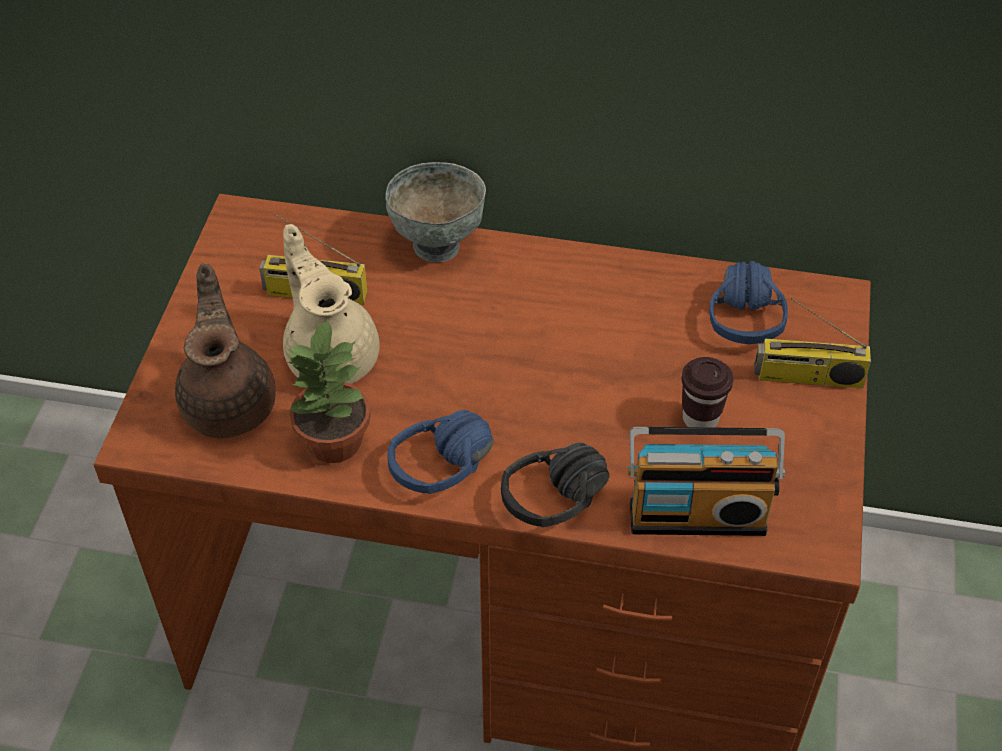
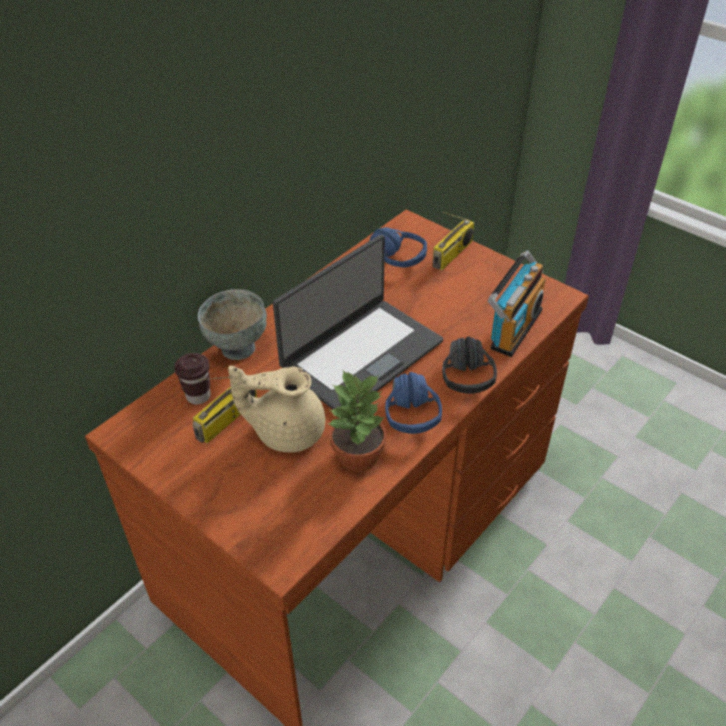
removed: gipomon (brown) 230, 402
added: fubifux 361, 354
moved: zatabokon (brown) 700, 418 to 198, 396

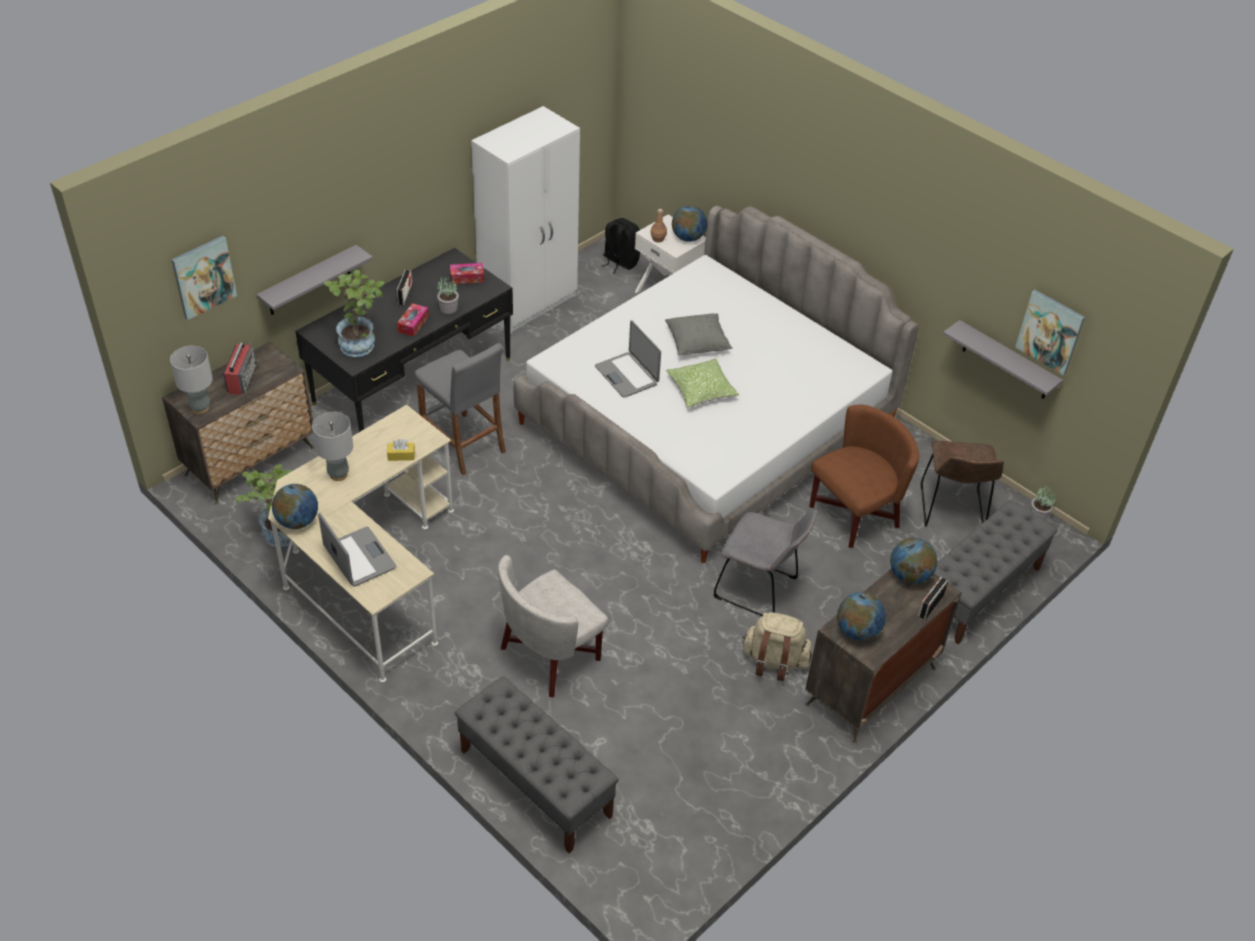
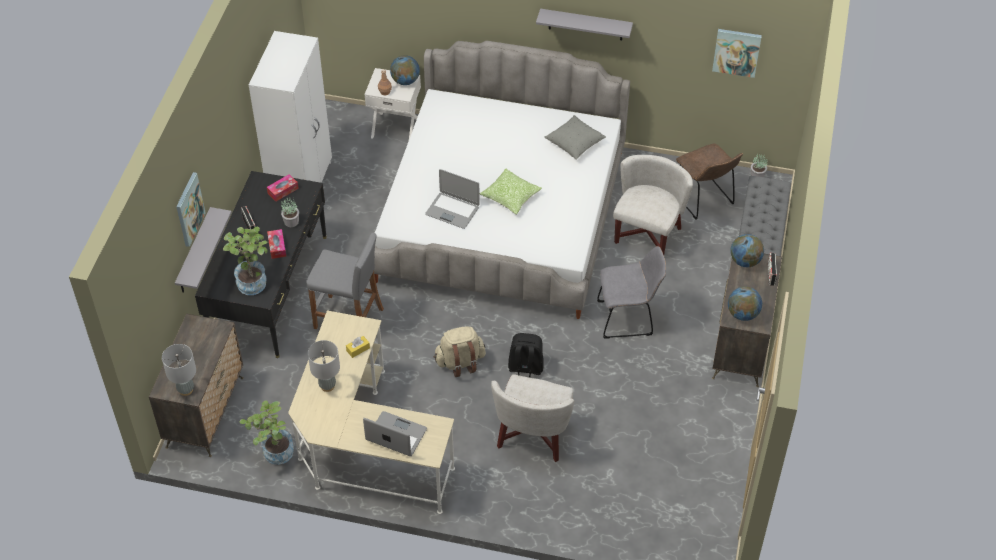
removed: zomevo 242, 378; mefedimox 297, 521; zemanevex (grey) 535, 783
moved: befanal 203, 276 to 189, 209; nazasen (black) 620, 262 to 525, 369; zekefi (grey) 697, 343 to 574, 144; nazasen (beige) 774, 661 to 460, 362; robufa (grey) 1006, 361 to 585, 24
recoloured: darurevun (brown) 854, 515 to darurevun (white) 647, 234

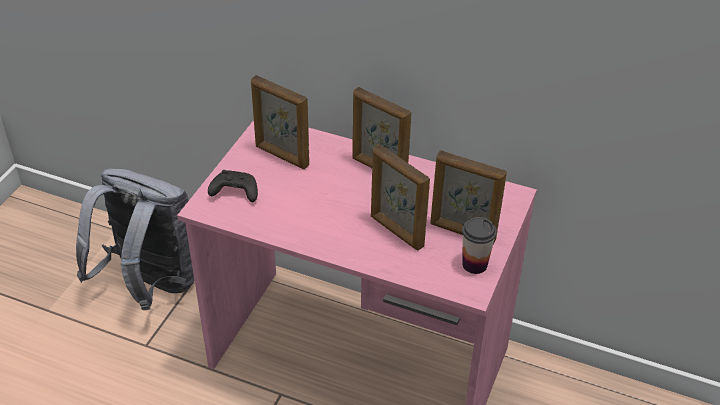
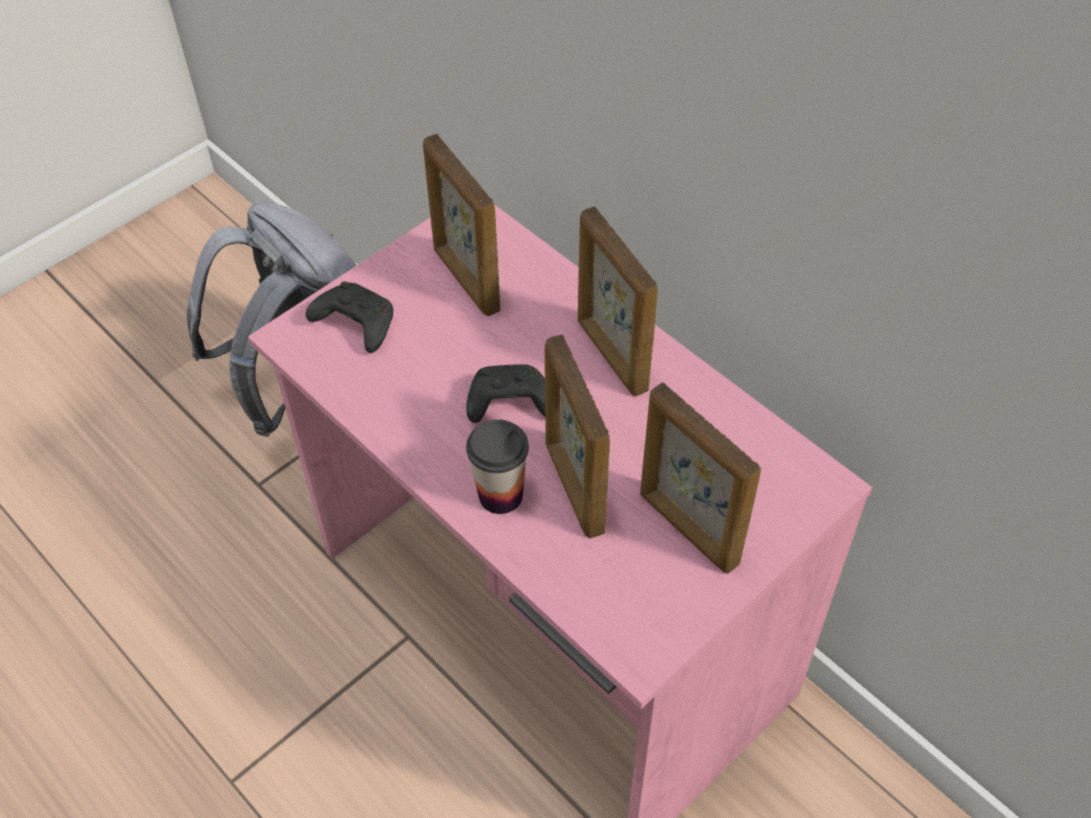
added: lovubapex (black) 508, 404
moved: zatabokon 474, 264 to 500, 495

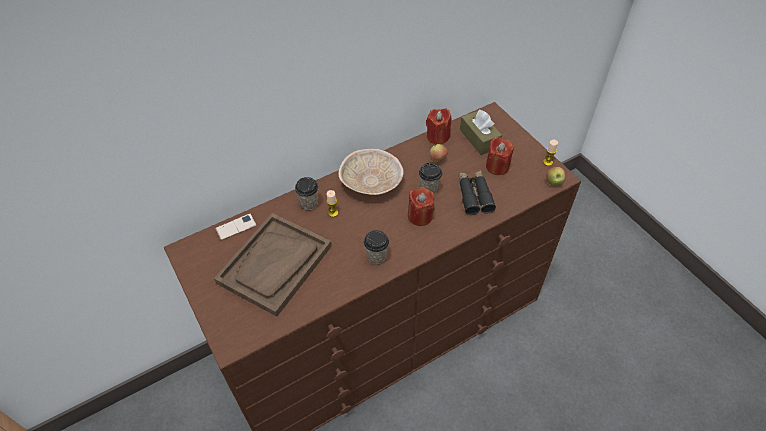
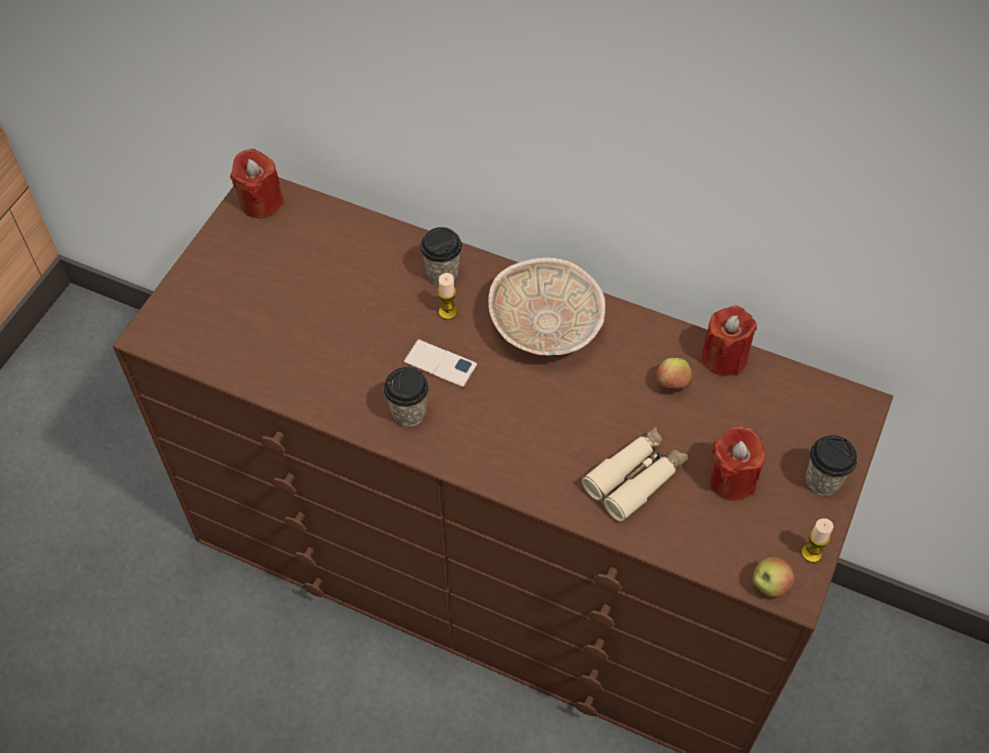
removed: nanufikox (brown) 275, 265; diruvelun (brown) 479, 139
moved: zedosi 236, 227 to 440, 363; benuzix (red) 420, 216 to 261, 202; zatabokon 429, 189 to 823, 480
recoloured: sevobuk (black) 474, 195 to sevobuk (beige) 635, 478

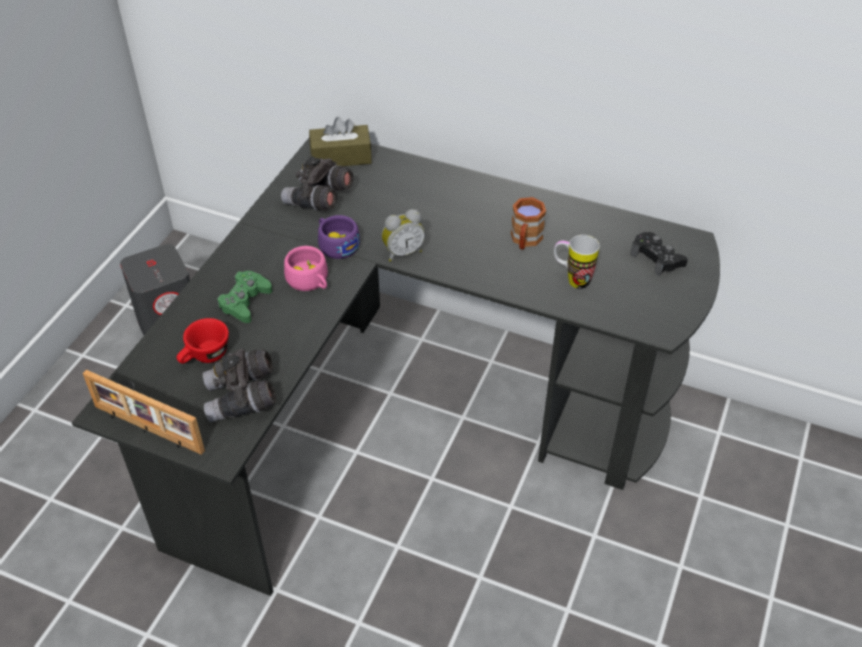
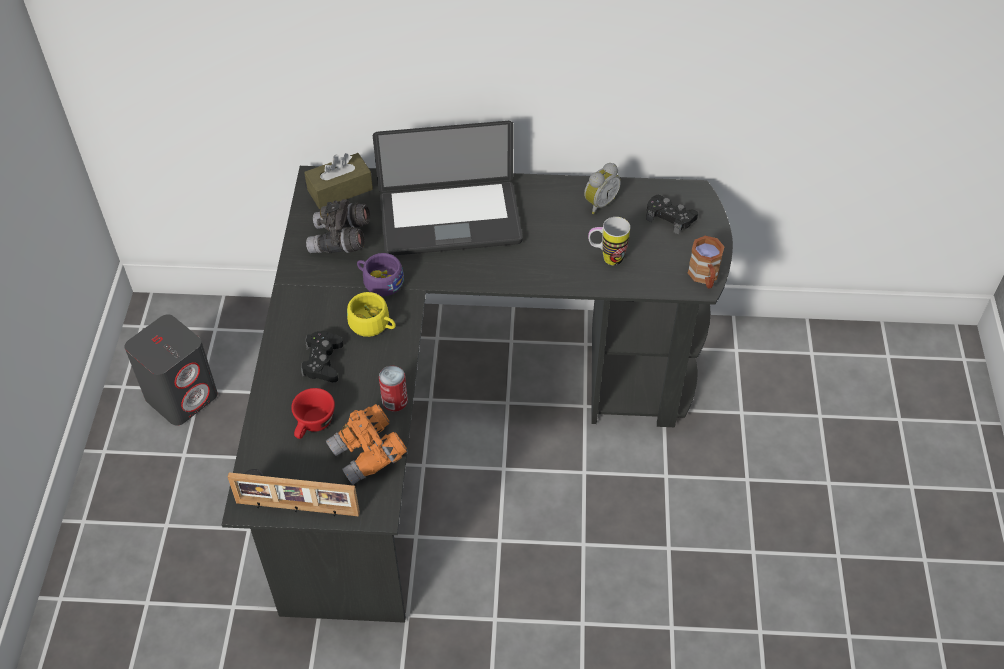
added: fubifux 450, 220; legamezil 394, 401
moved: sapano 403, 252 to 599, 203; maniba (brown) 525, 240 to 704, 277
recoloured: sevobuk (grey) 242, 399 to sevobuk (orange) 368, 454; lovubapex (green) 245, 301 to lovubapex (black) 322, 361; zatabokon (pink) 310, 281 to zatabokon (yellow) 373, 324

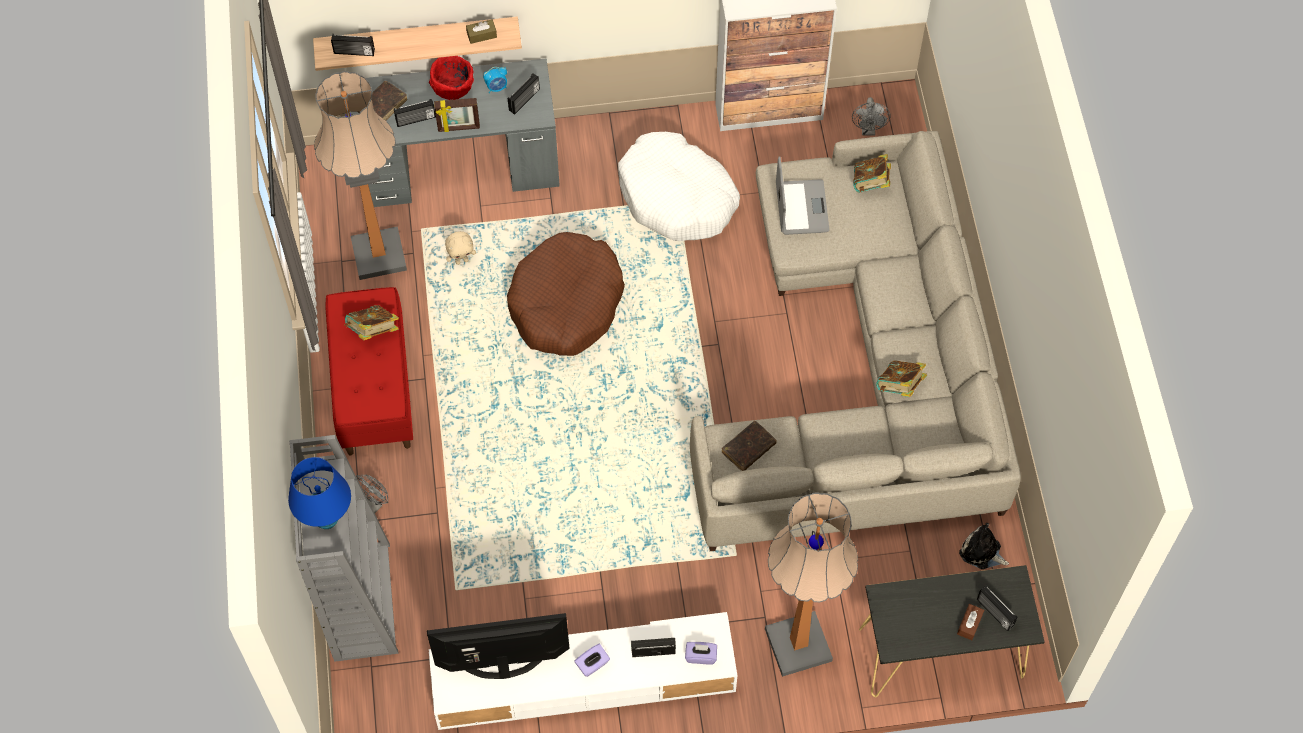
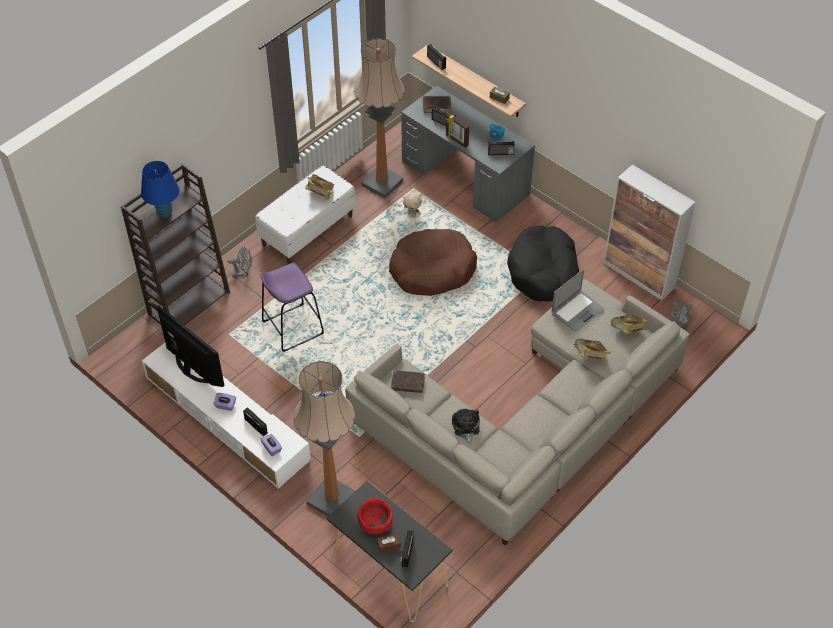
added: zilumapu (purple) 292, 328
moved: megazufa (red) 452, 86 to 375, 522; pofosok 899, 387 to 589, 357; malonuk 982, 552 to 466, 427
recoloured: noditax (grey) 361, 600 to noditax (brown) 189, 302; zemanevex (red) 373, 388 to zemanevex (white) 307, 230; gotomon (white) 677, 197 to gotomon (black) 543, 272

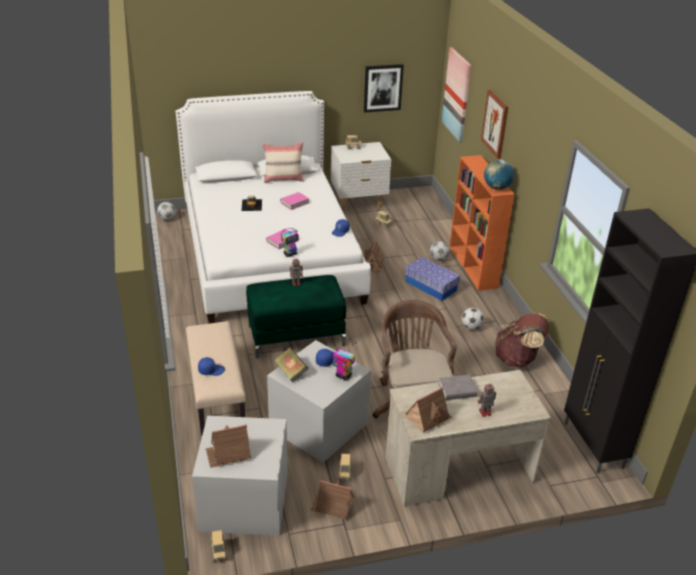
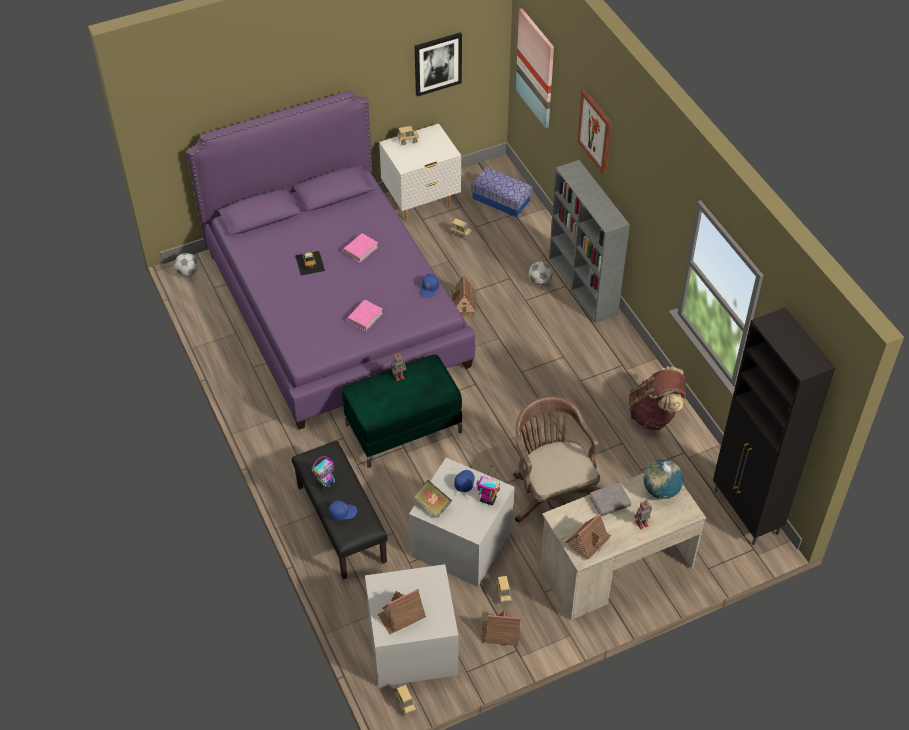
removed: zekefi (beige) 283, 179; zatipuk 471, 327
moved: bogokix 290, 254 to 326, 483; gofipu 431, 286 to 501, 199; mefedimox 497, 188 to 661, 490
recoloured: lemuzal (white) 270, 253 to lemuzal (purple) 335, 308; zemanevex (beige) 216, 394 to zemanevex (black) 340, 524; noditax (orange) 473, 267 to noditax (grey) 583, 286

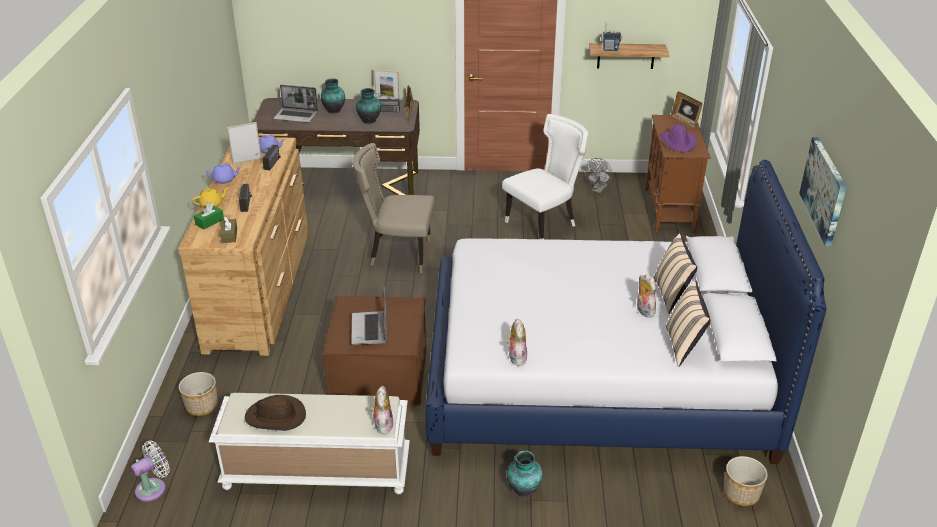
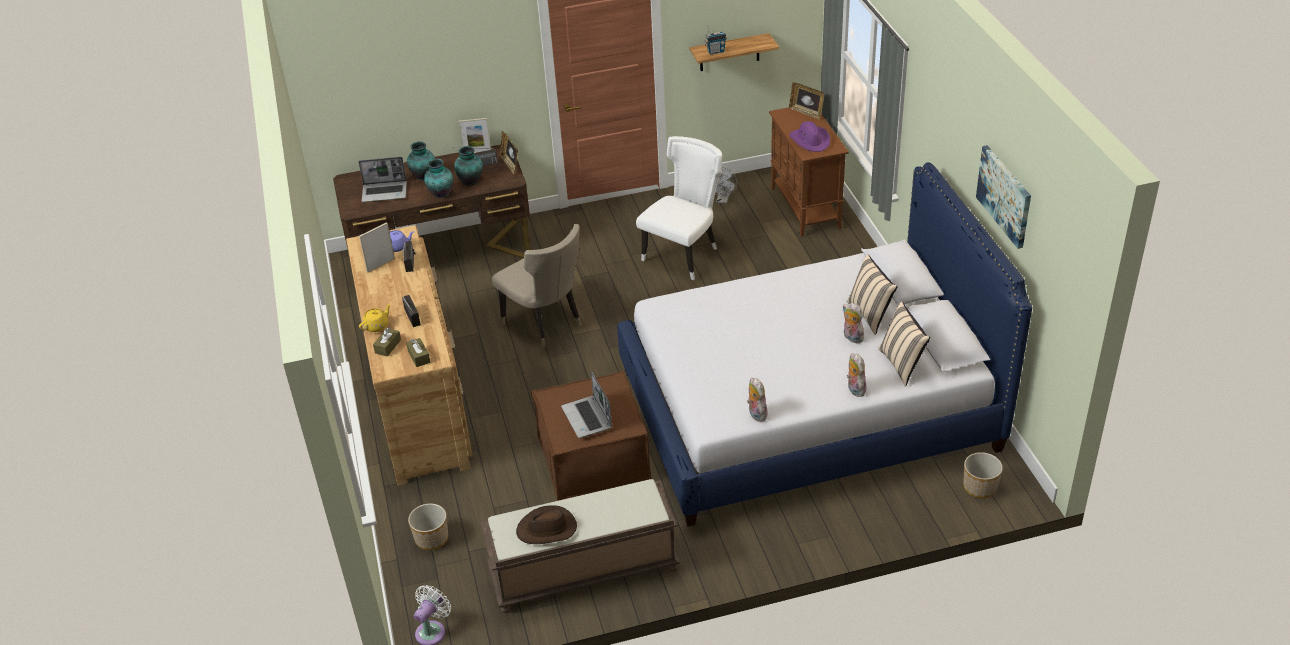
removed: gipomon (purple) 225, 179
moved: malonuk 382, 424 to 854, 389; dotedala 523, 490 to 440, 194
recoloured: diruvelun (green) 209, 222 to diruvelun (brown) 388, 346; zemanevex (white) 315, 471 to zemanevex (brown) 583, 571
turned: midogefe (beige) 397, 254 = 546, 324 120 degrees counterclockwise

